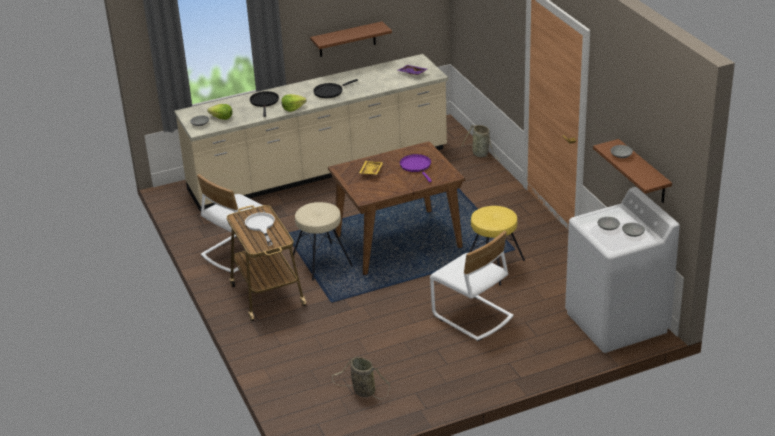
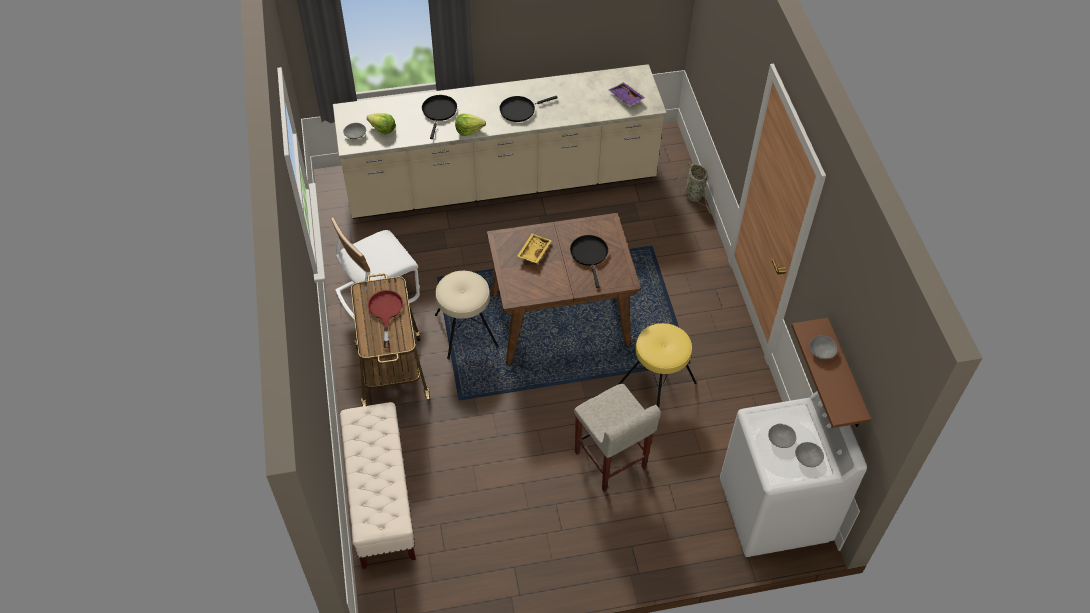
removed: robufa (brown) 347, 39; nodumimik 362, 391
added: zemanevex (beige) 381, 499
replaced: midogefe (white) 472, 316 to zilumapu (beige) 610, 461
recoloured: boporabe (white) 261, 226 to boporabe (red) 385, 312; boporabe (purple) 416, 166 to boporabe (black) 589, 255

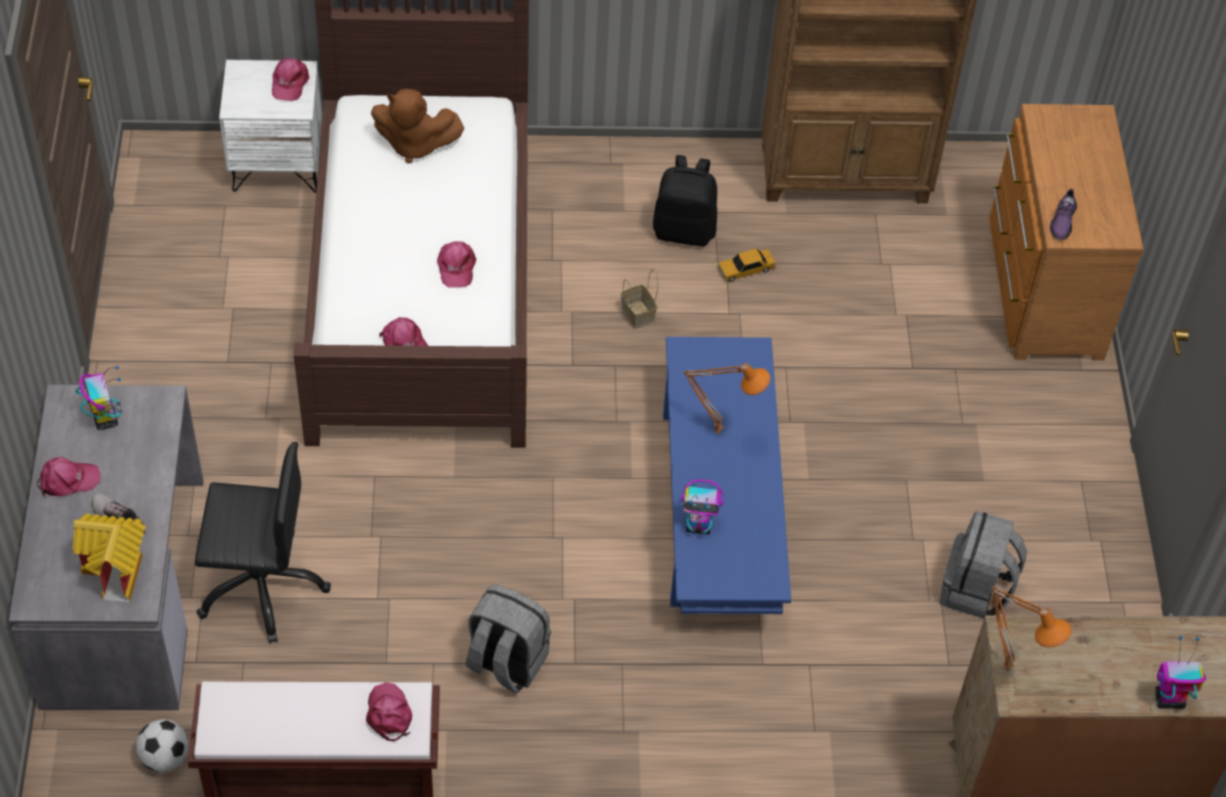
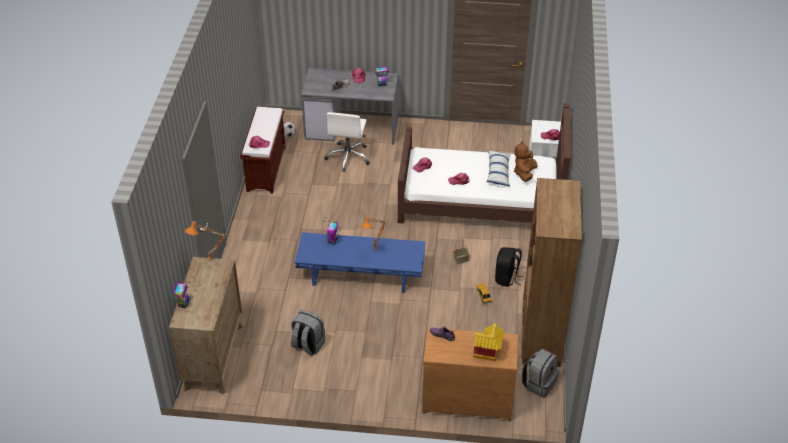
added: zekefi 498, 172
moved: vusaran 118, 572 to 487, 353; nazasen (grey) 506, 662 to 539, 383
recoloured: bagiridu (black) 261, 585 to bagiridu (white) 348, 157

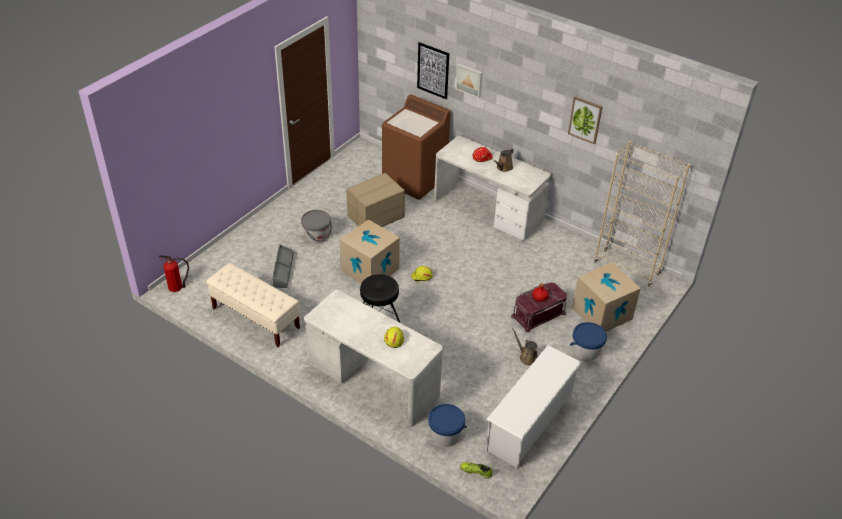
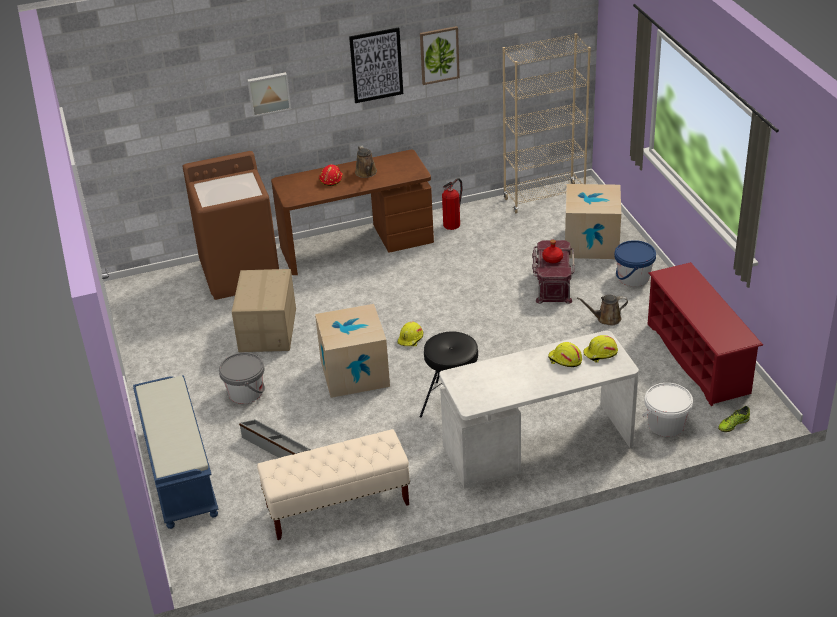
added: zemanevex (blue) 178, 471; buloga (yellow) 600, 354
moved: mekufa 177, 287 to 452, 224; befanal 433, 70 to 376, 65
recoloured: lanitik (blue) 445, 435 to lanitik (white) 666, 424; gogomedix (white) 488, 210 to gogomedix (brown) 356, 244; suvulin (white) 529, 423 to suvulin (red) 698, 358

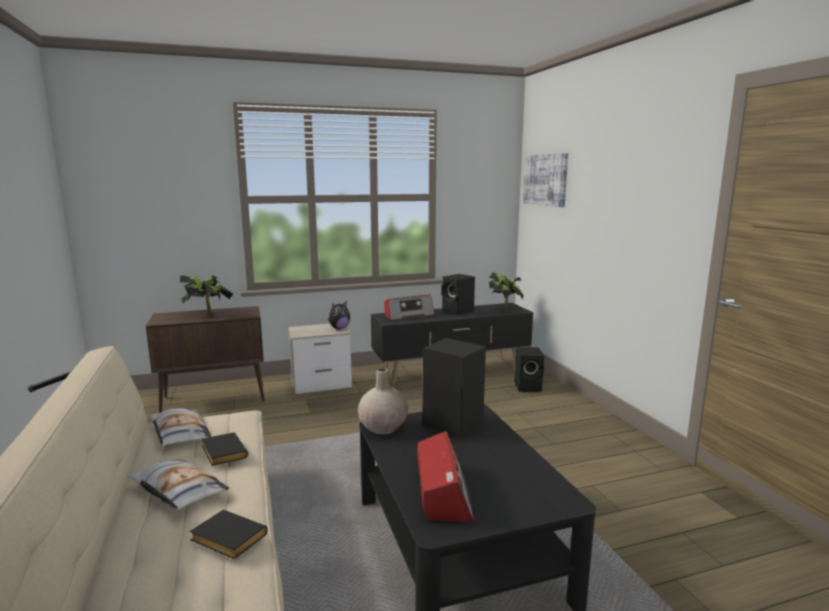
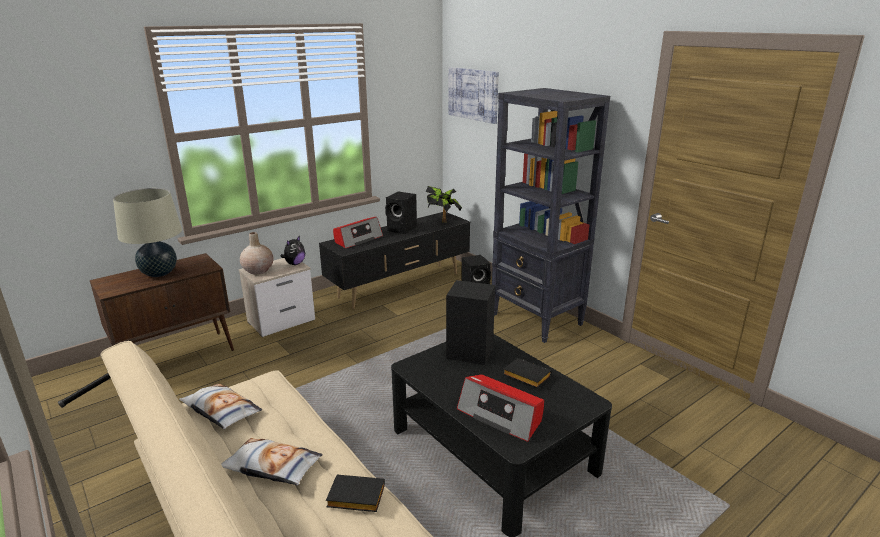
added: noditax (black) 537, 320
moved: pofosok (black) 222, 453 to 525, 376; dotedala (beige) 383, 427 to 258, 270
replaced: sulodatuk 207, 315 to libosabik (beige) 159, 273
turned: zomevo 443, 491 = 501, 415 150 degrees clockwise

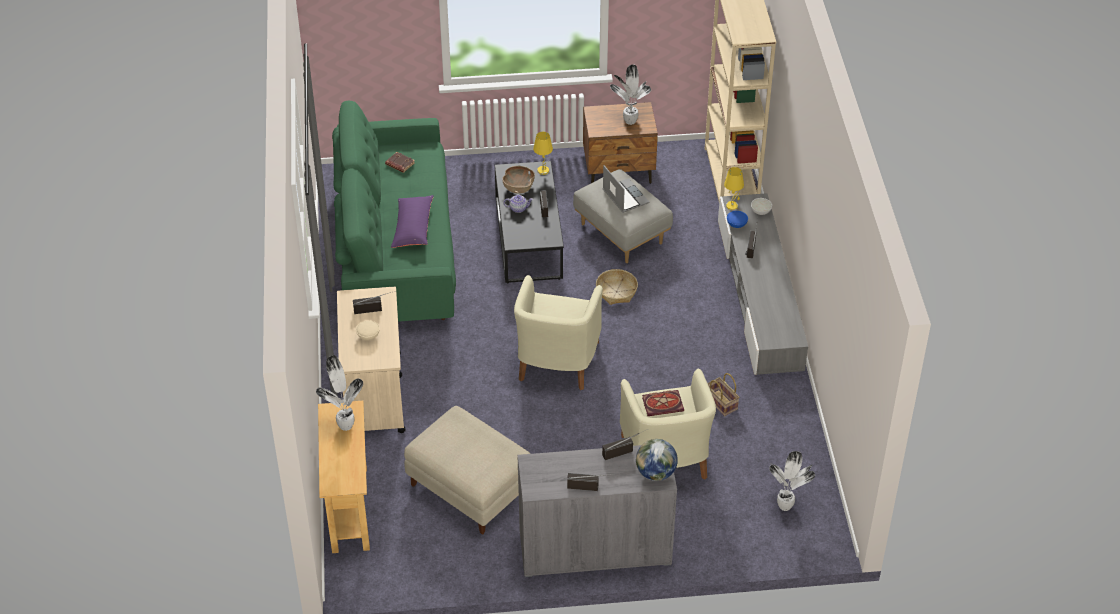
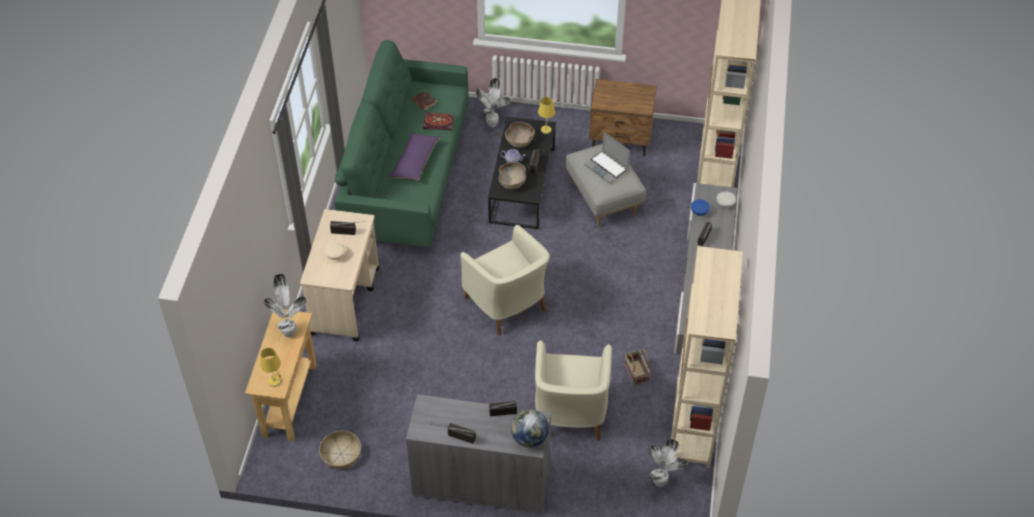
removed: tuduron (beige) 469, 488
added: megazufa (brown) 512, 182; noditax (beige) 693, 423
moved: nodumimik 616, 292 to 341, 454; sulodatuk 629, 121 to 491, 124; pofosok 663, 404 to 439, 122; libosabik (yellow) 732, 206 to 274, 381
turned: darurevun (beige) 556, 362 = 507, 304 60 degrees counterclockwise; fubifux 624, 196 = 607, 167 150 degrees clockwise

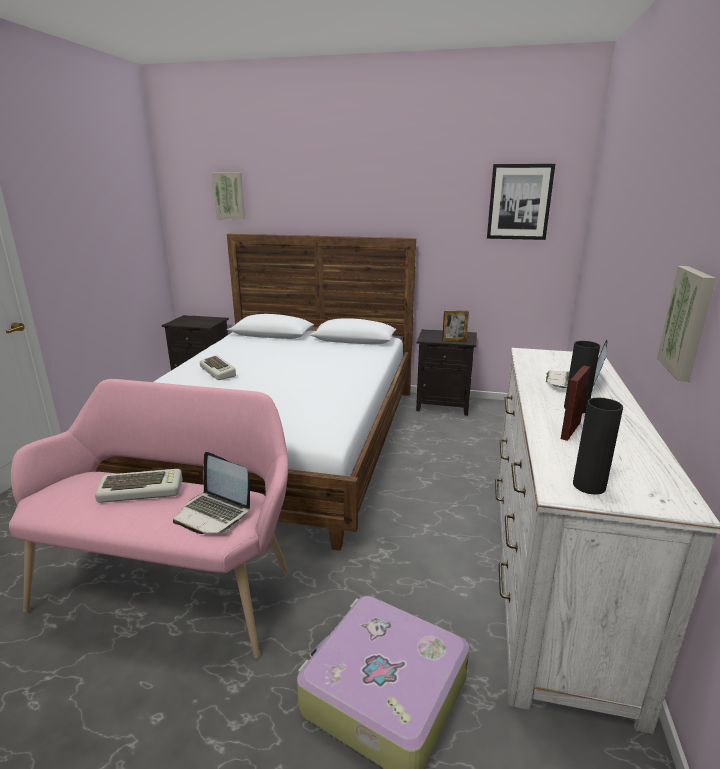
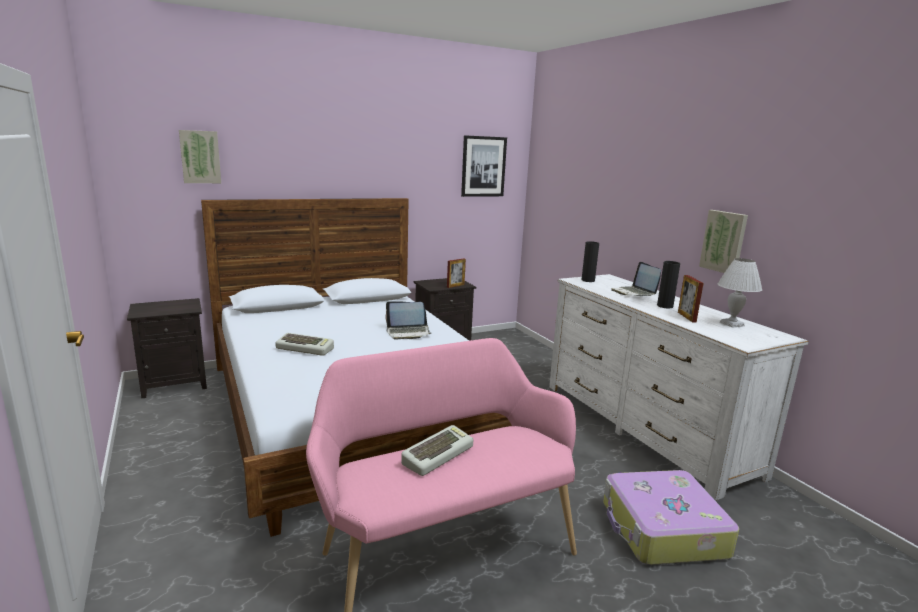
added: libosabik (white) 731, 324
moved: fubifux 213, 513 to 408, 332; dotedala (black) 589, 486 to 588, 280

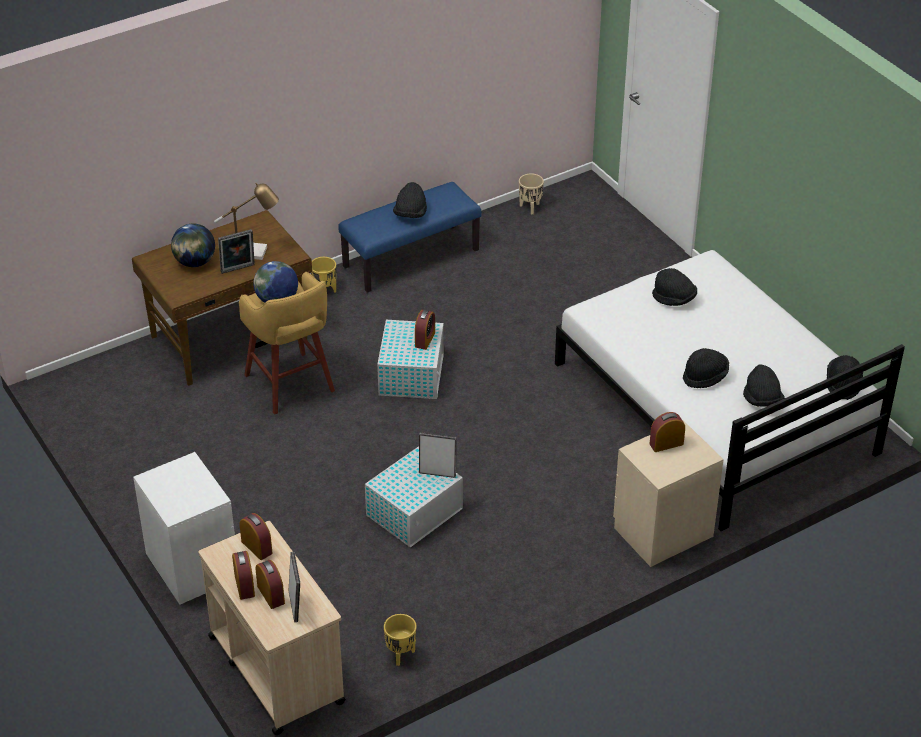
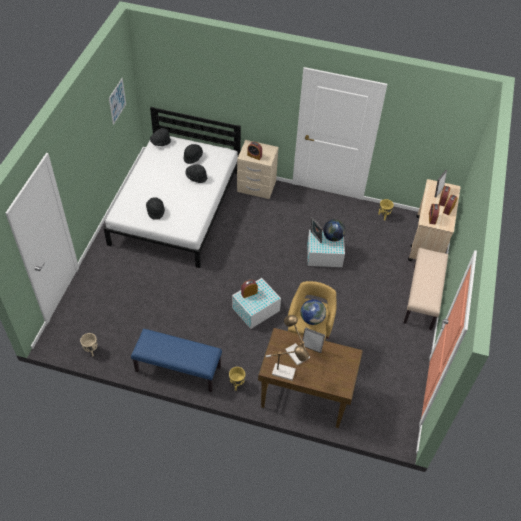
removed: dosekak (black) 410, 214
added: befanal 117, 101; libosabik 287, 372
moved: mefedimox 195, 262 to 333, 237
replaced: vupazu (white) 193, 566 to zemanevex (beige) 422, 298

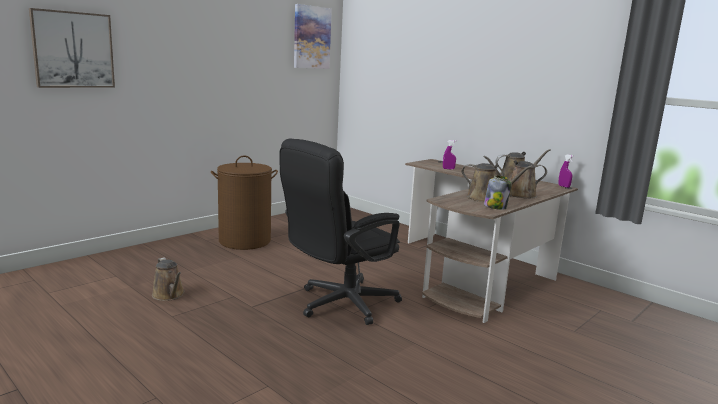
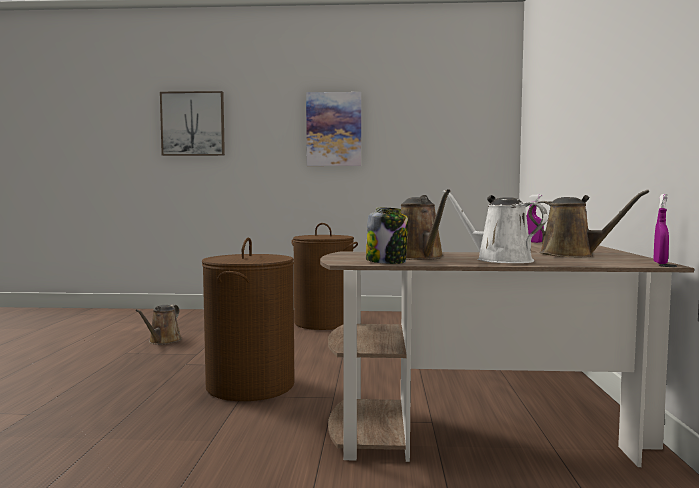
moved: befanal 311, 37 to 334, 129
replaced: bagiridu (black) 339, 305 to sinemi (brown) 250, 386
recoloured: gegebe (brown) 517, 195 to gegebe (white) 499, 260

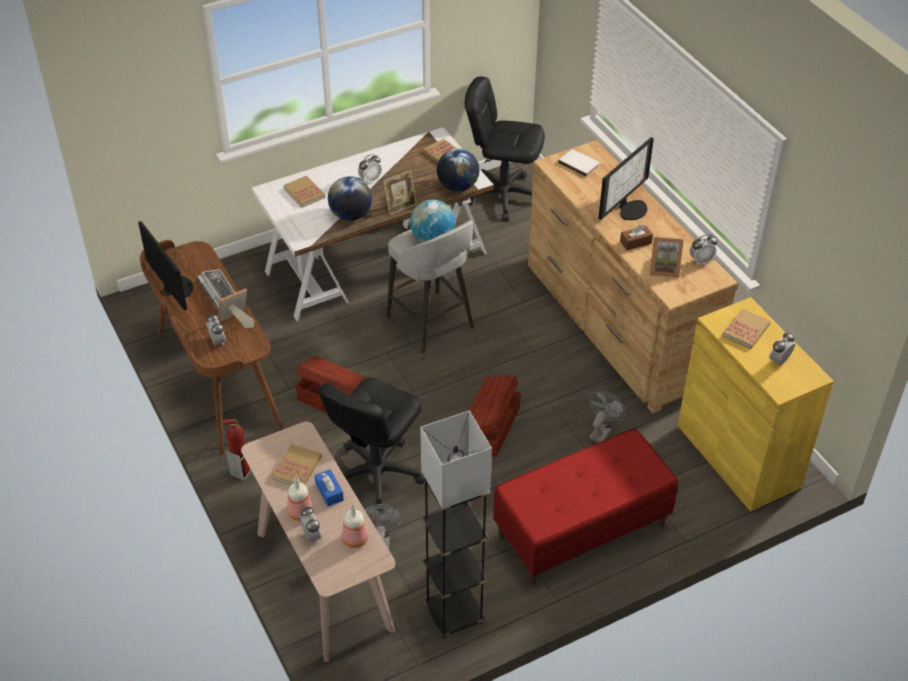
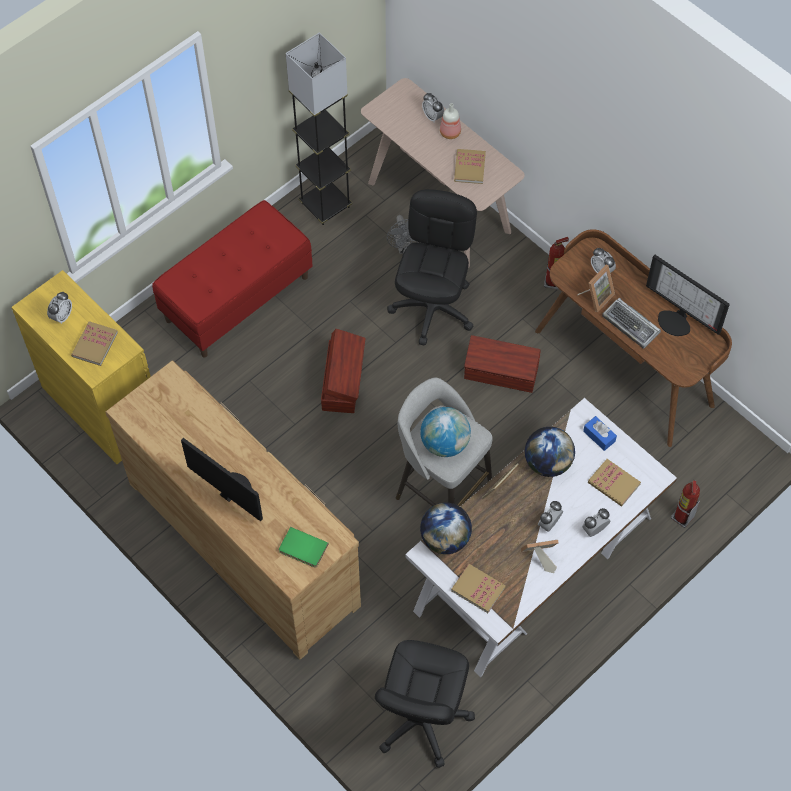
removed: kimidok 354, 540; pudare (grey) 602, 431; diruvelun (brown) 635, 242
added: mekufa 681, 518
moved: diruvelun (blue) 329, 492 to 599, 436; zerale 664, 268 to 538, 558; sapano 701, 261 to 594, 530
recoloured: pofosok (white) 579, 163 to pofosok (green) 302, 549
turned: bagiridu (black) 503, 195 = 421, 719 105 degrees clockwise; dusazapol 630, 208 = 231, 490 105 degrees clockwise

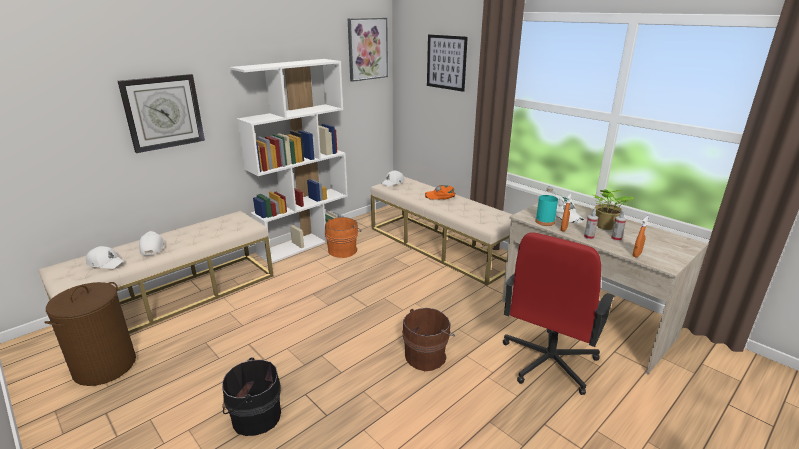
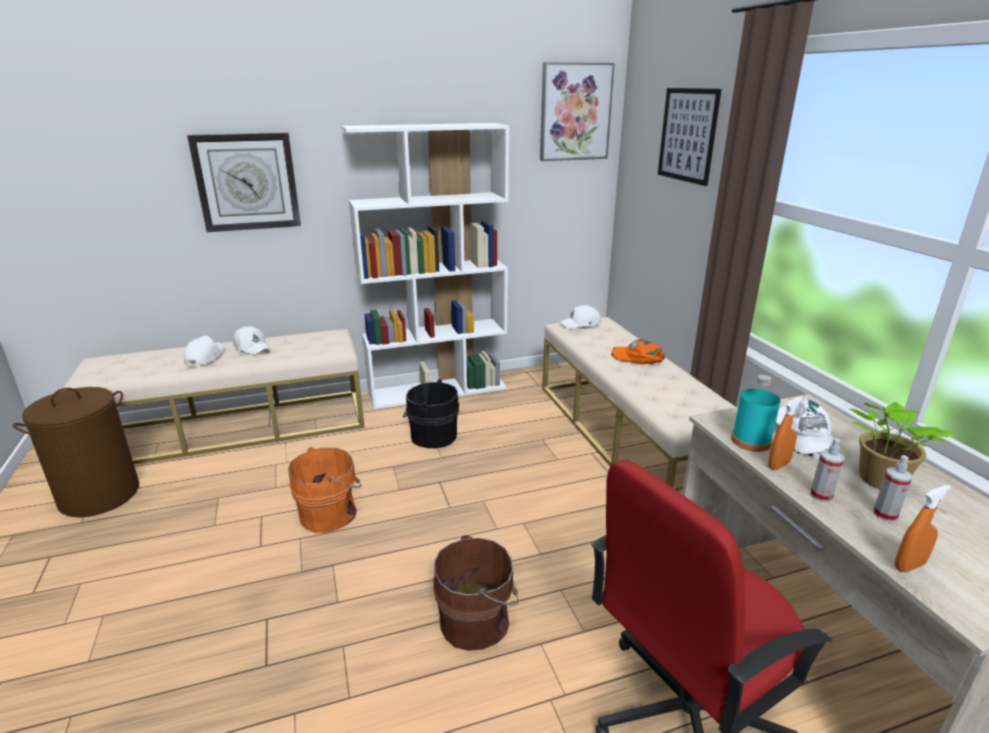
moved: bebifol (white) 106, 263 to 252, 347; lanitik (black) 254, 416 to 432, 435; lanitik (orange) 343, 250 to 331, 513

